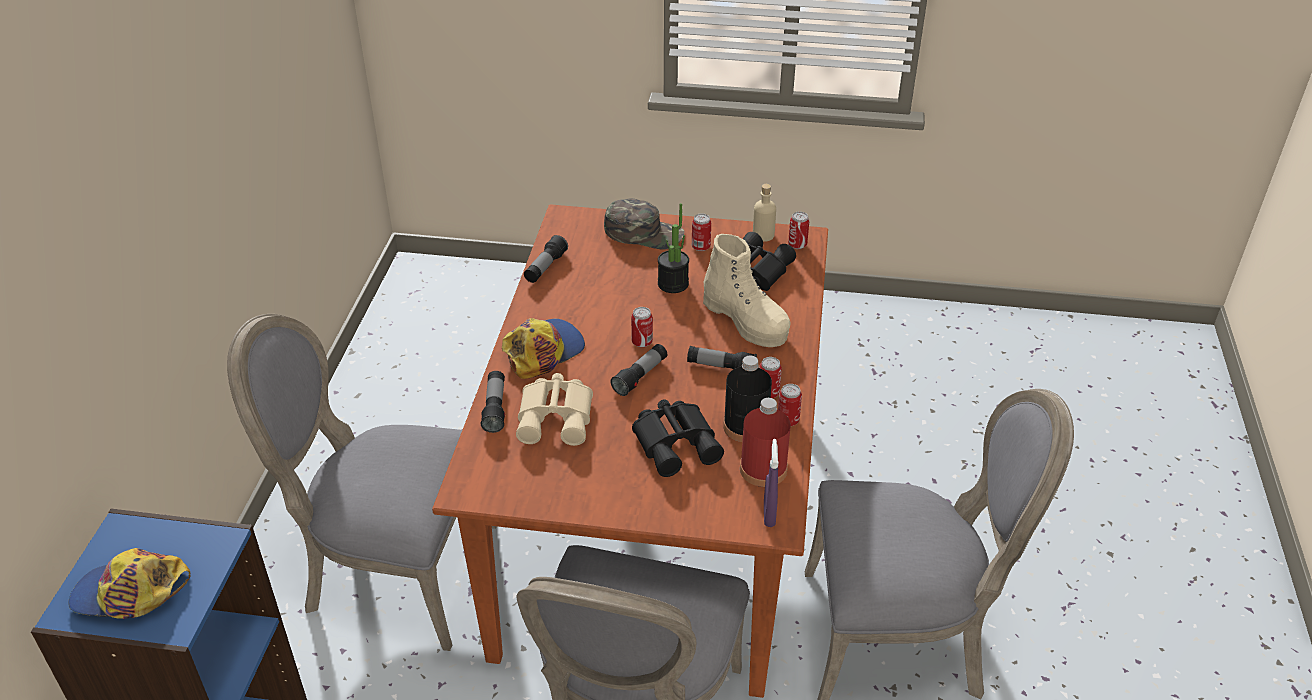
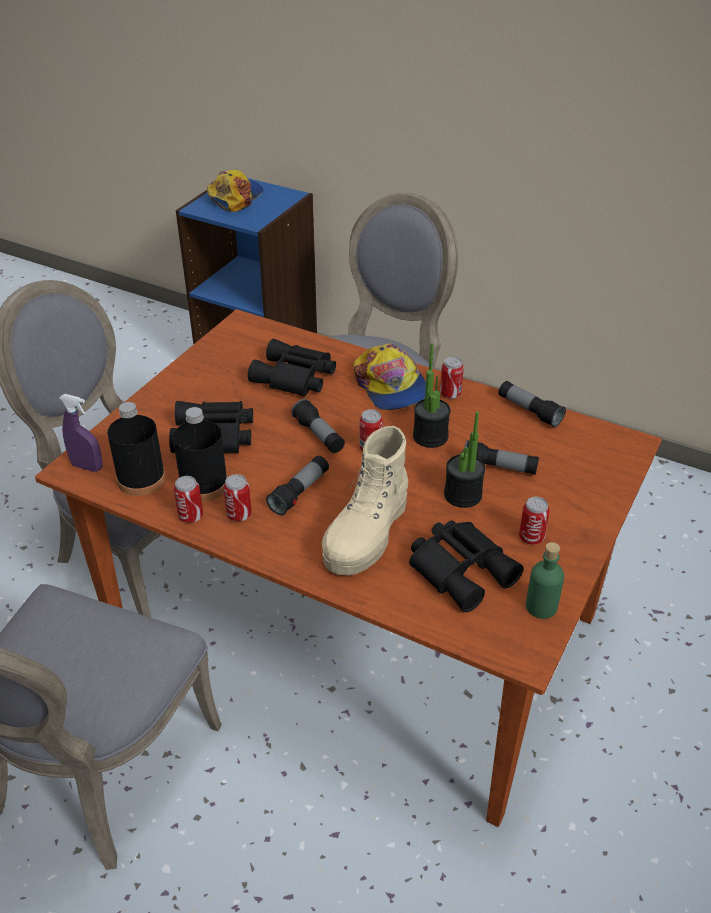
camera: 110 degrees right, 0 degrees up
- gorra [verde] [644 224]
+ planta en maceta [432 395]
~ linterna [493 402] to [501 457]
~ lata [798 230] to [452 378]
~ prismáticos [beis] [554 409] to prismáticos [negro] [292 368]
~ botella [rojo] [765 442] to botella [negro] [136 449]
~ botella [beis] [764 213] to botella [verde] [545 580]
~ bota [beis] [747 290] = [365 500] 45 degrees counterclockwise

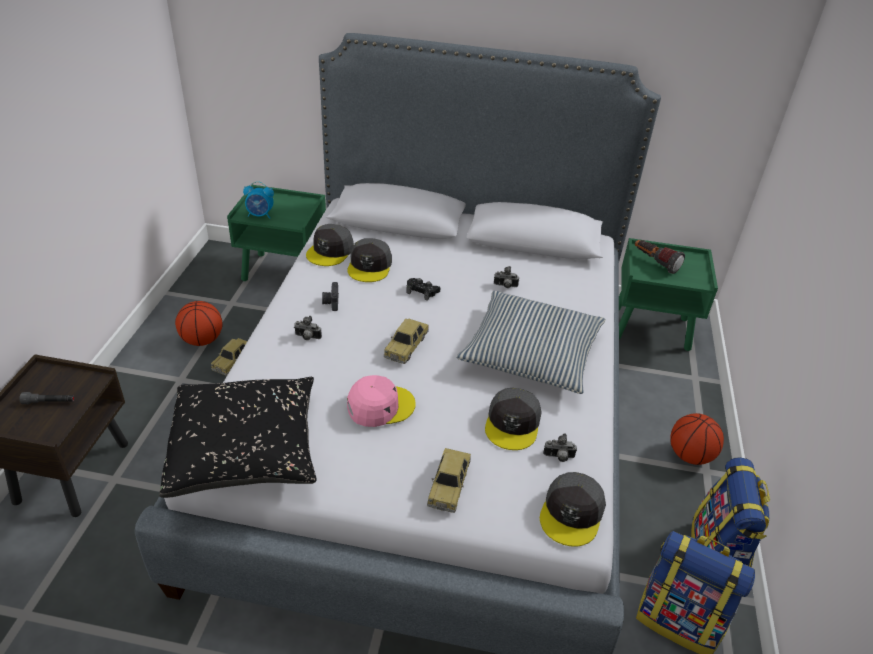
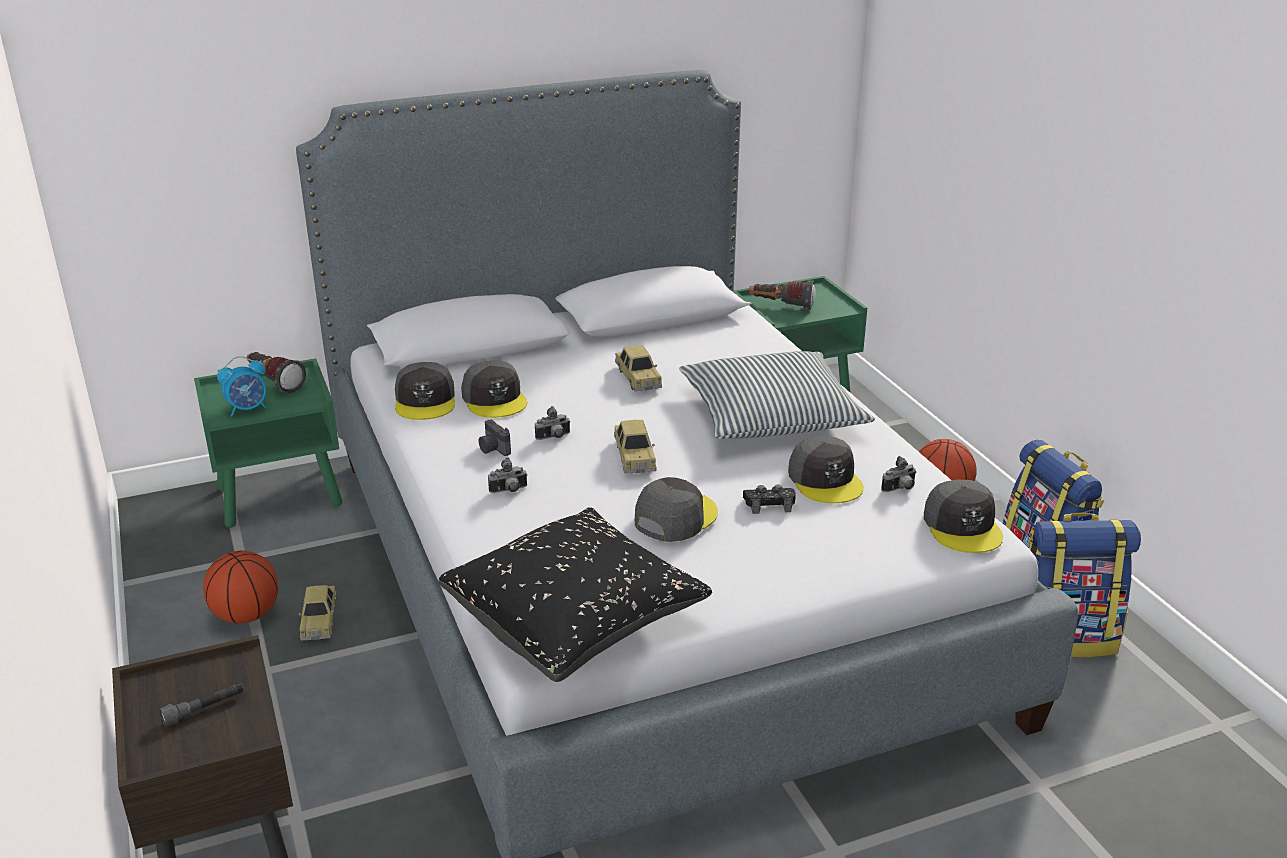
camera: 30 degrees left, 10 degrees down
+ linterna [276 372]
~ mando de consola [negro] [423 289] to [769 499]
~ coche de juguete [449 480] to [638 368]
~ cámara [506 277] to [553 423]
~ gorra [rosa] [381 401] to gorra [gris] [676 509]

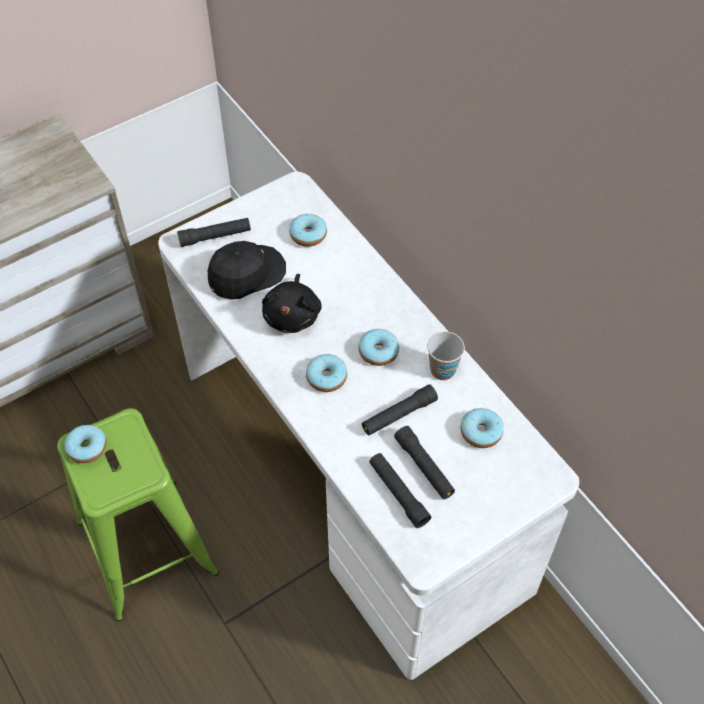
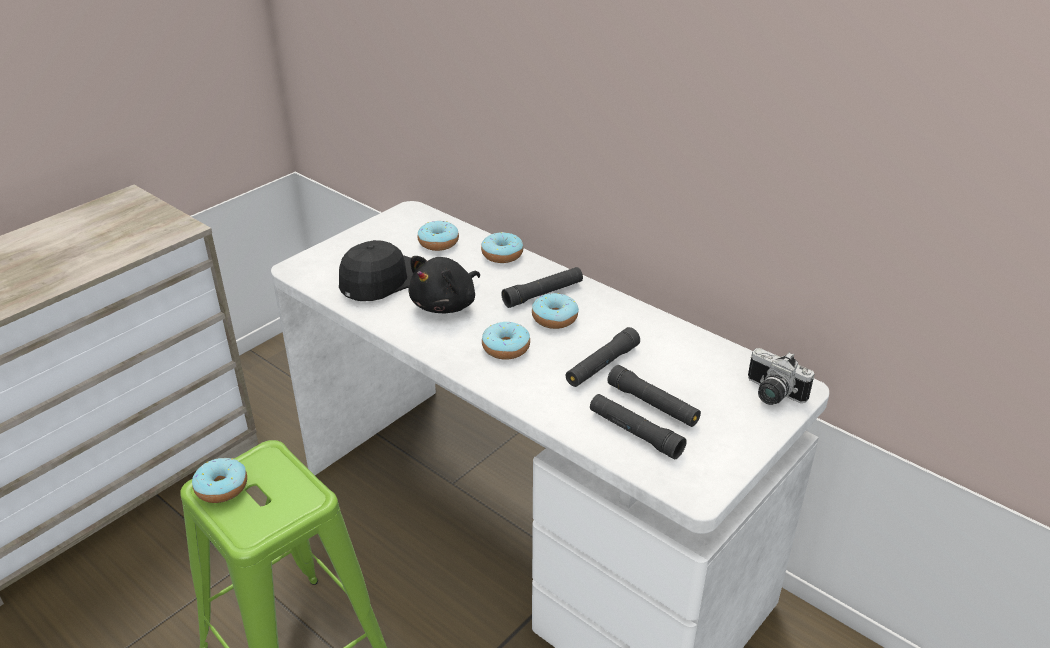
camera: 15 degrees left, 20 degrees down
- taza [446 355]
+ cámara [781 376]
~ linterna [negro] [214 232] to [542 287]
~ rosquilla [482 428] to [502 247]
~ peluche [negro] [292 303] = [444 284] 45 degrees clockwise

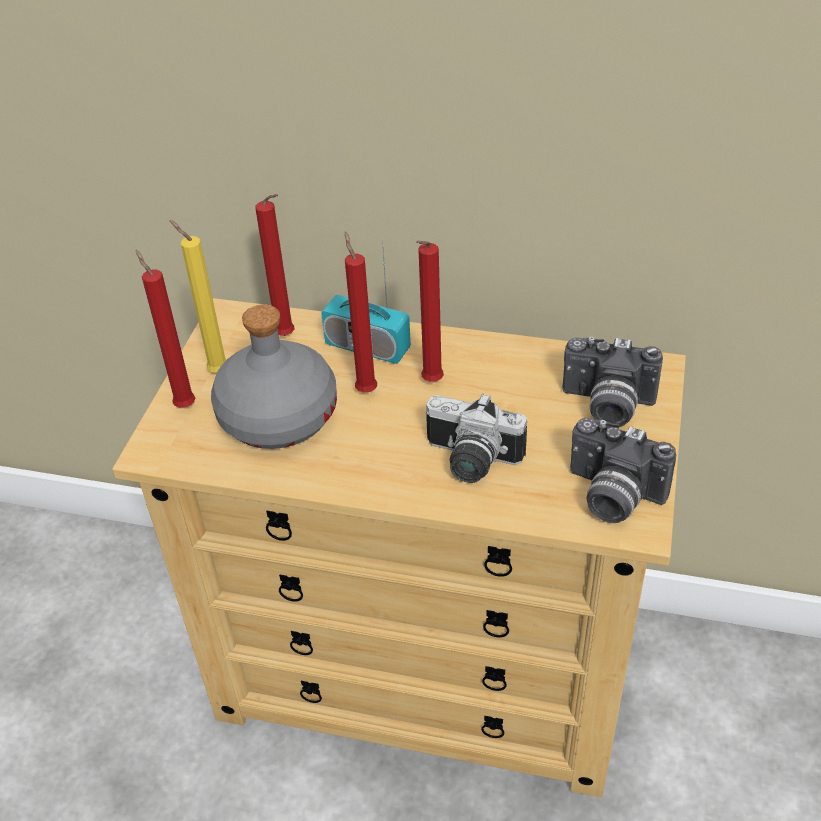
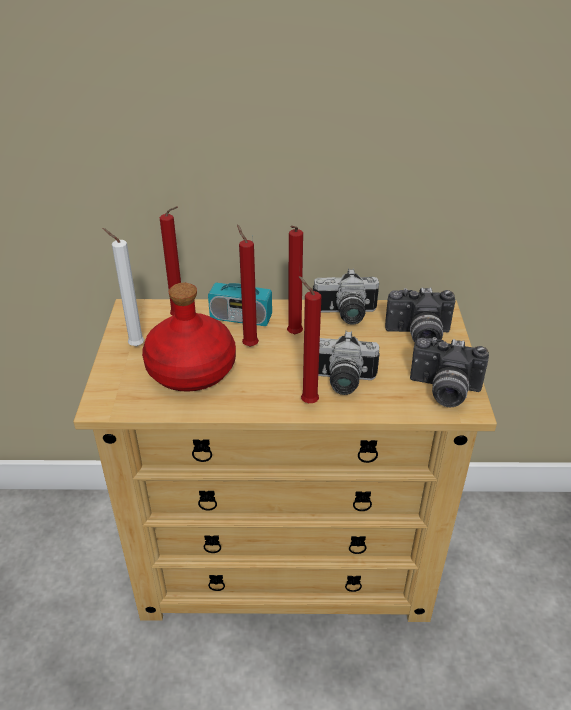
camera: 15 degrees left, 5 degrees down
+ cámara [346 296]
~ vela [rojo] [166 329] to [310 339]
~ vela [amarillo] [198 296] to vela [blanco] [123 287]
~ botella [gris] [274 377] to botella [rojo] [189 337]

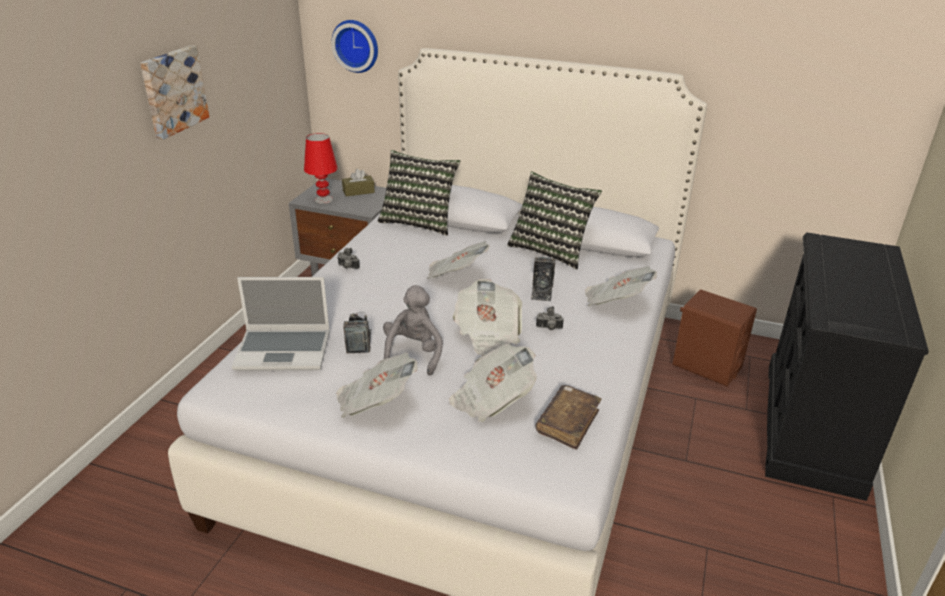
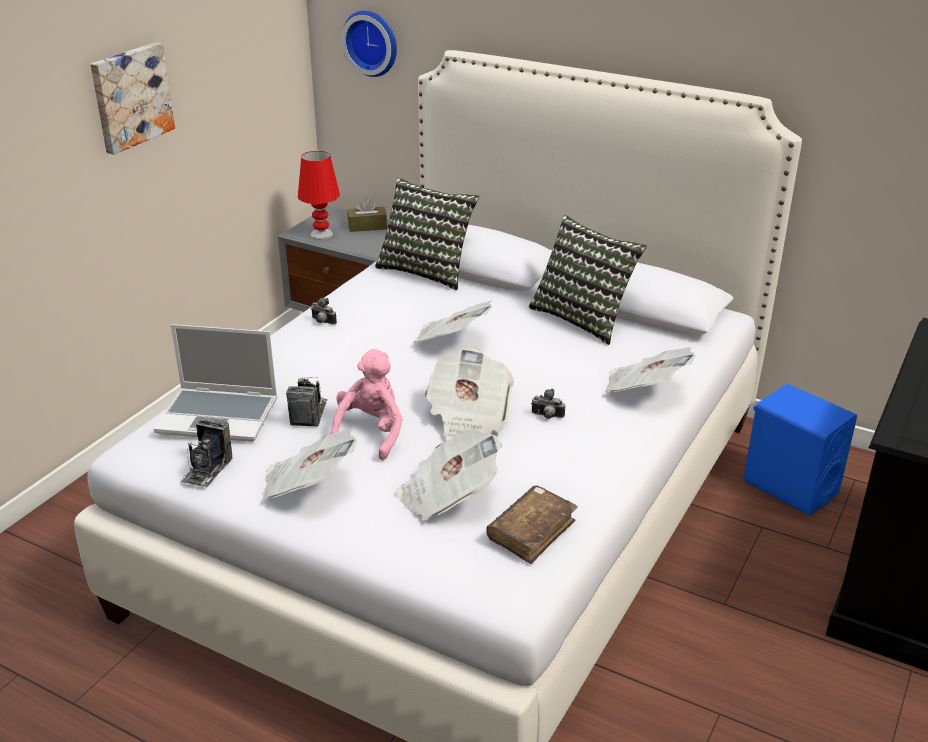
camera: 10 degrees right, 0 degrees up
~ cámara [543 279] to [206 452]
~ peluche [gris] [413 330] to peluche [rosa] [366 404]
~ altavoz [marrón] [715 337] to altavoz [azul] [800 450]

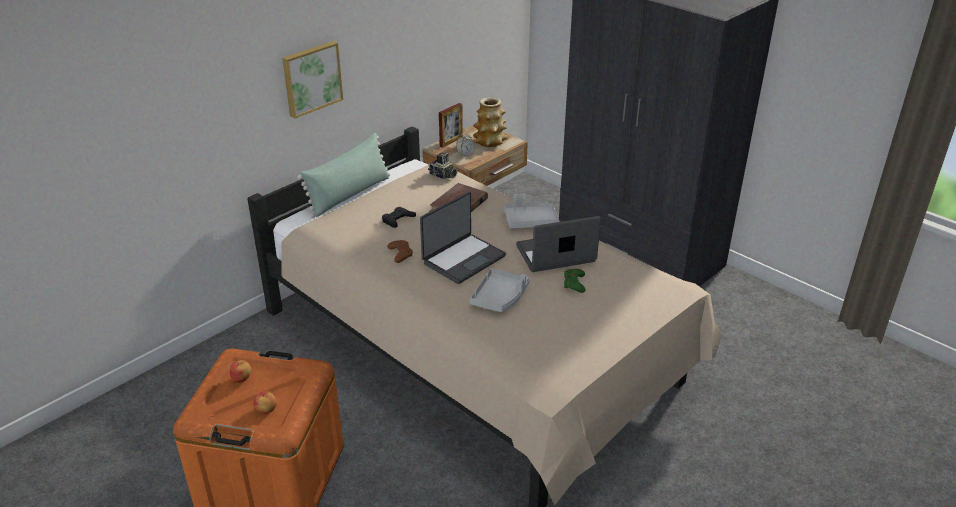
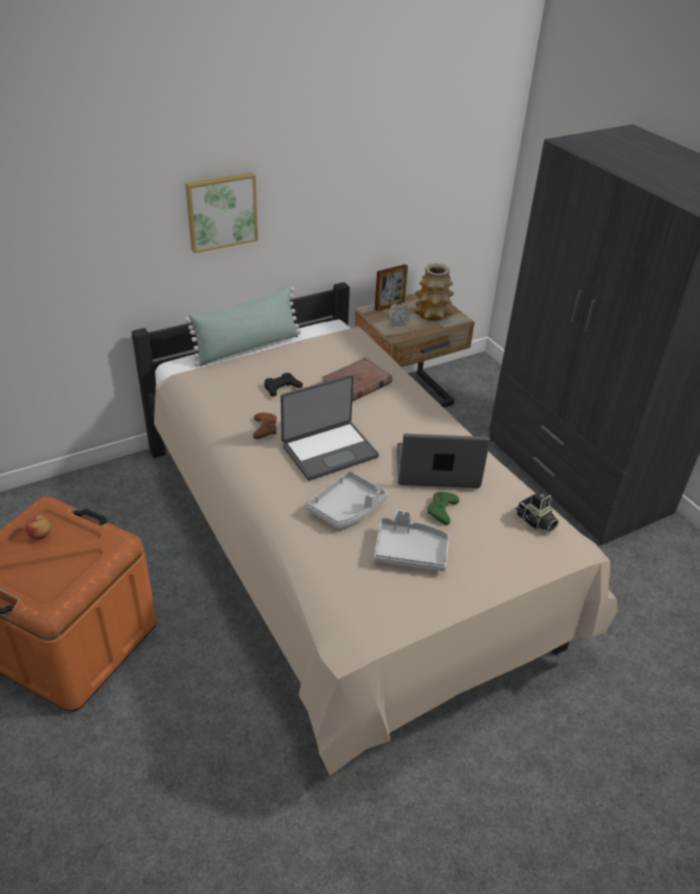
camera: 15 degrees right, 5 degrees up
- manzana [265 402]
~ cámara [442 166] to [537 511]
~ bandeja [gris] [531 211] to [411 540]

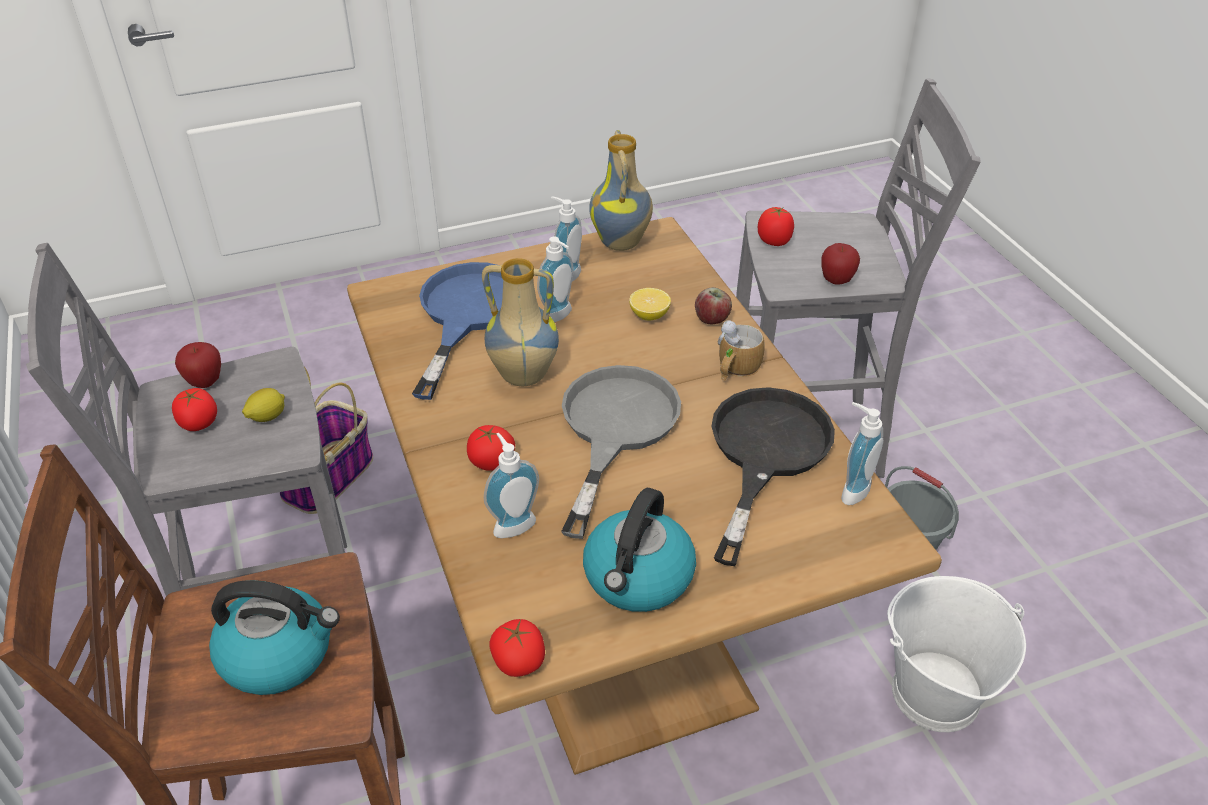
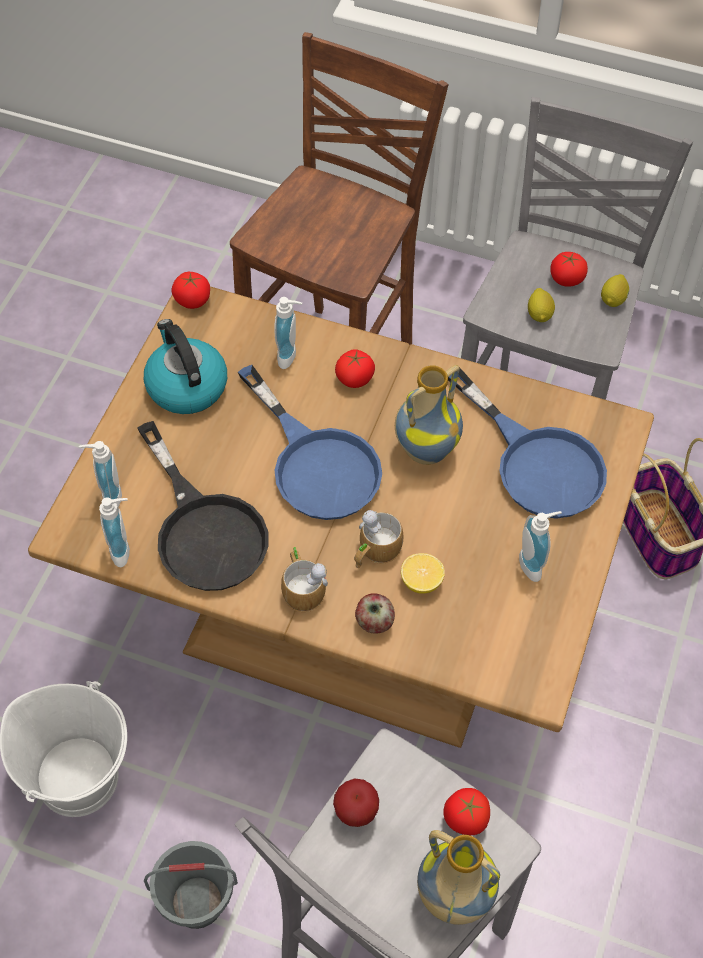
camera: 130 degrees right, 15 degrees up
- hervidor [274 637]
+ taza grande [378 539]
~ dispensador de jabón [555 279] to [100 474]
~ florero [621 190] to [458 877]
~ manzana [198 365] to limón [615 290]
~ sartén [gris] [621 452] to sartén [azul] [310 442]

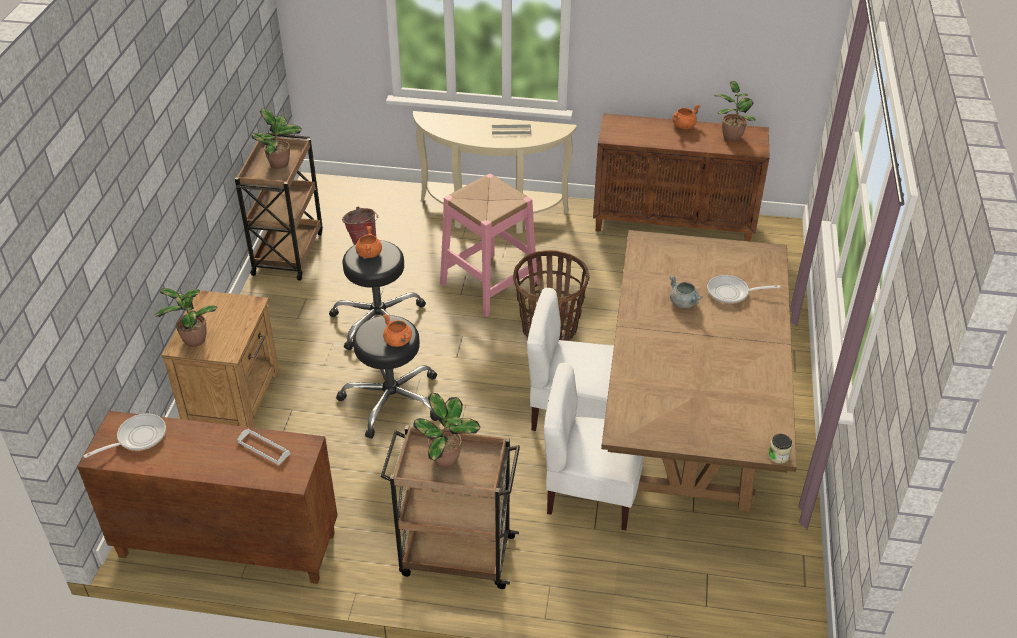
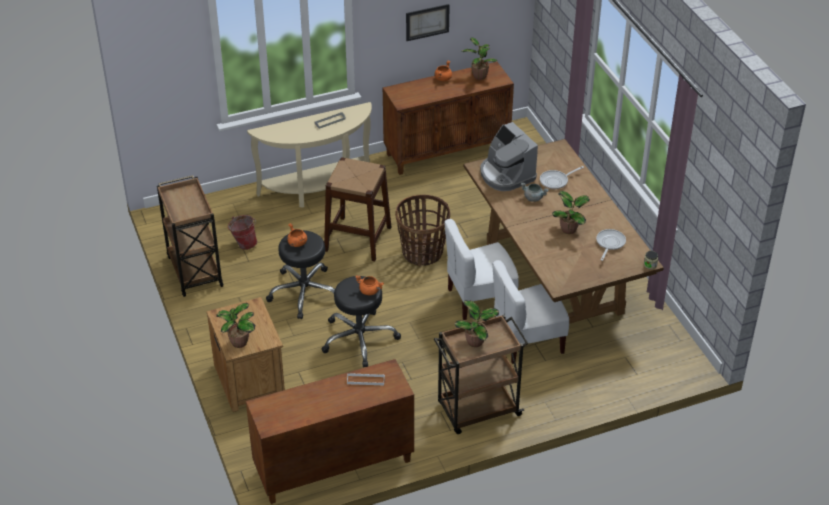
camera: 30 degrees left, 0 degrees up
+ cuadro [428 22]
+ cafetera [509 156]
~ sartén [124 436] to [611 245]
~ planta en maceta [277 138] to [571 212]
~ taburete [rosa] [489 245] to taburete [marrón] [357 209]

